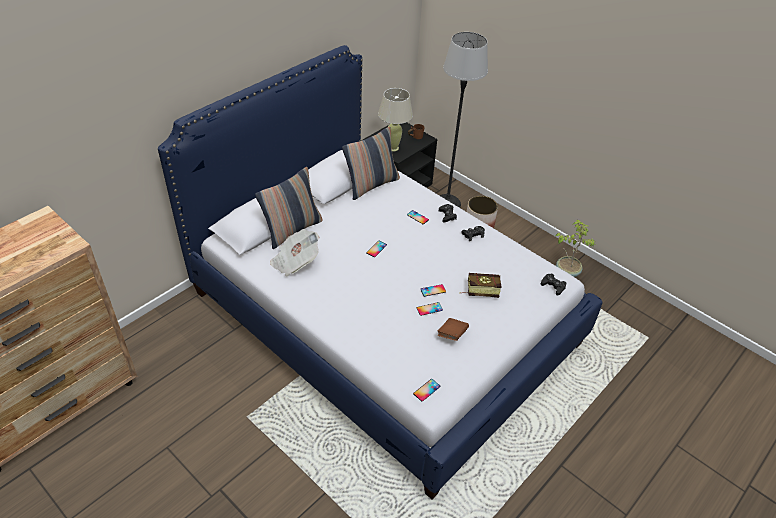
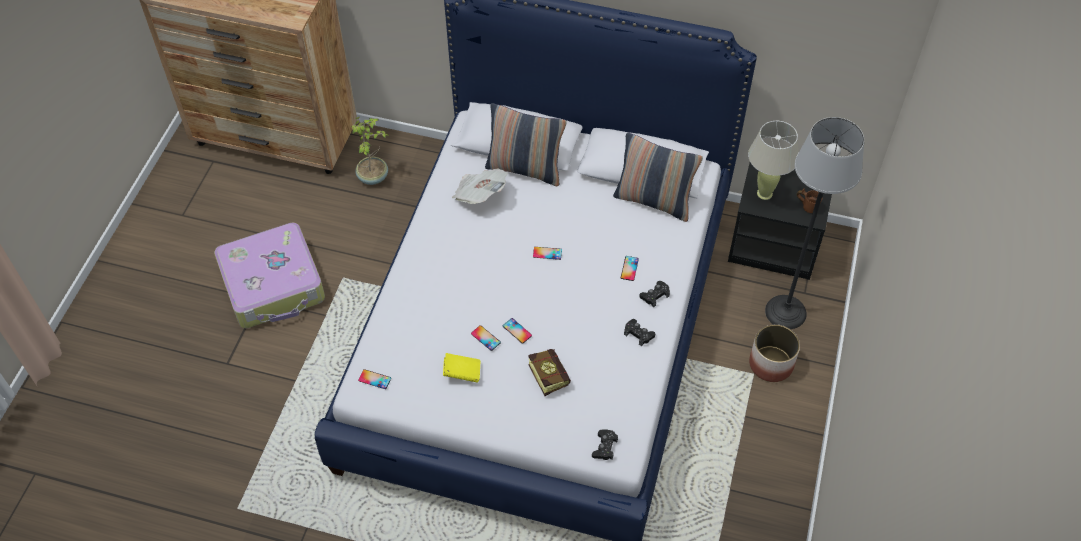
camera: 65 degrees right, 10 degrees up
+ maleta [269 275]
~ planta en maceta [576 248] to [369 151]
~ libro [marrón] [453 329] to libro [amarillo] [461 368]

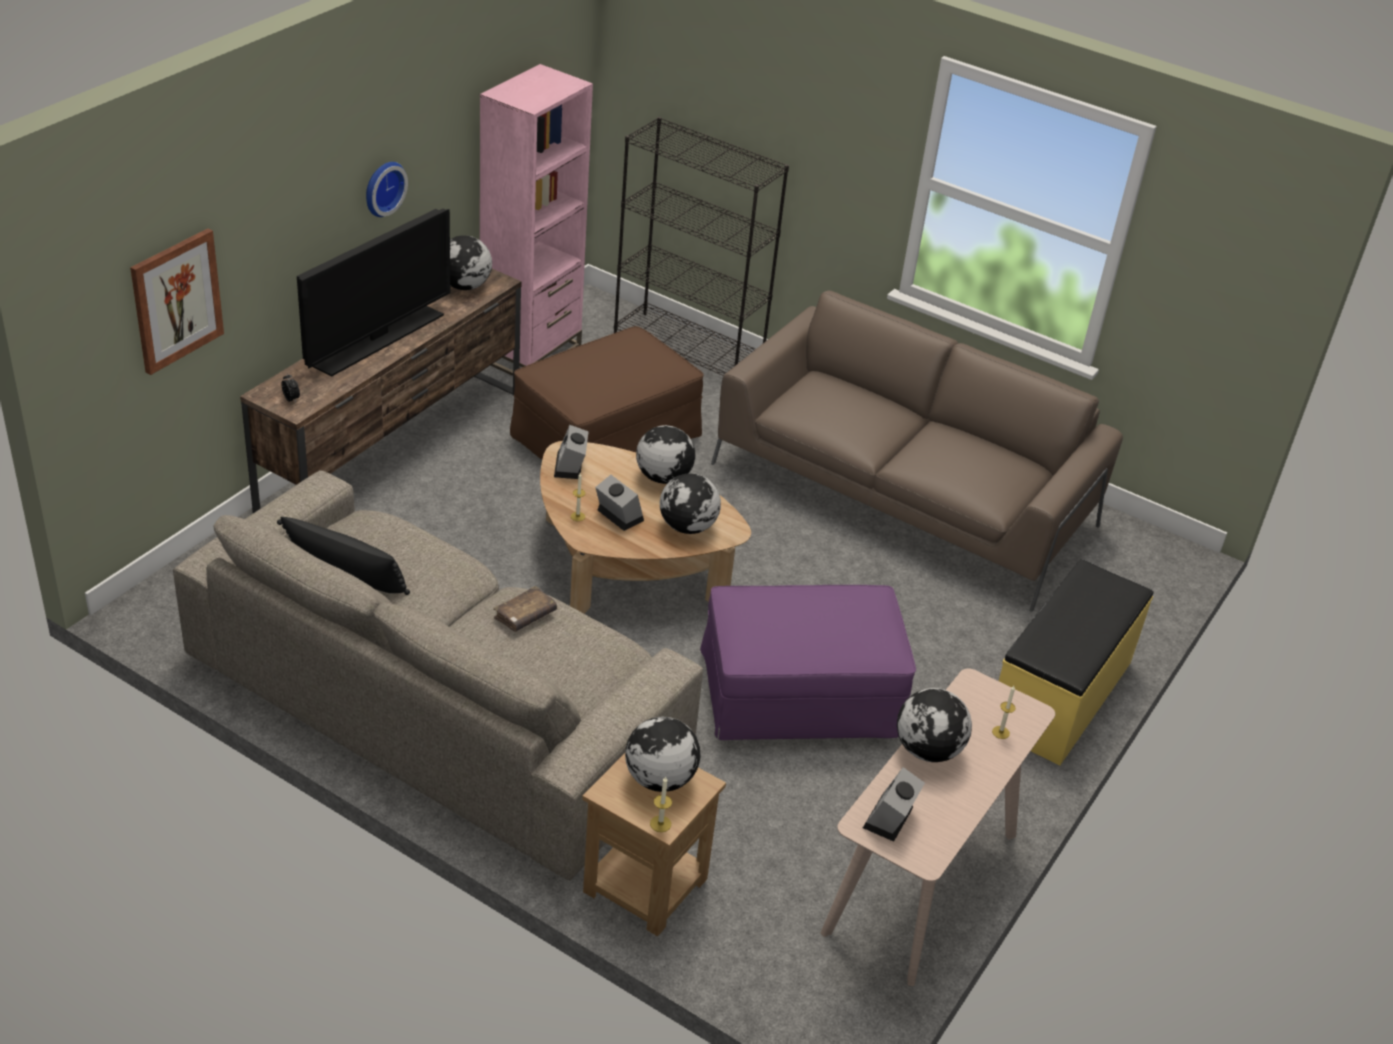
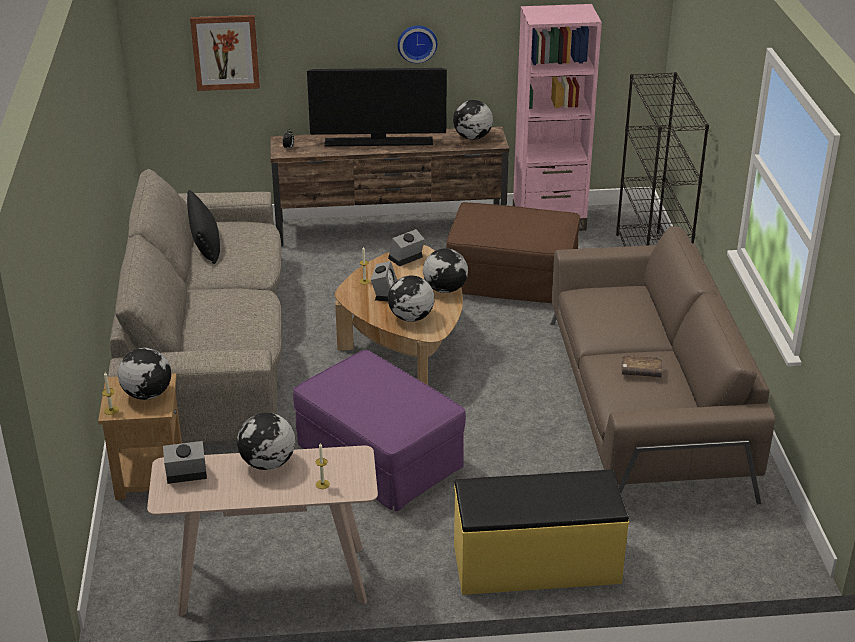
camera: 55 degrees right, 5 degrees down
~ libro [marrón] [525 609] to [642 366]

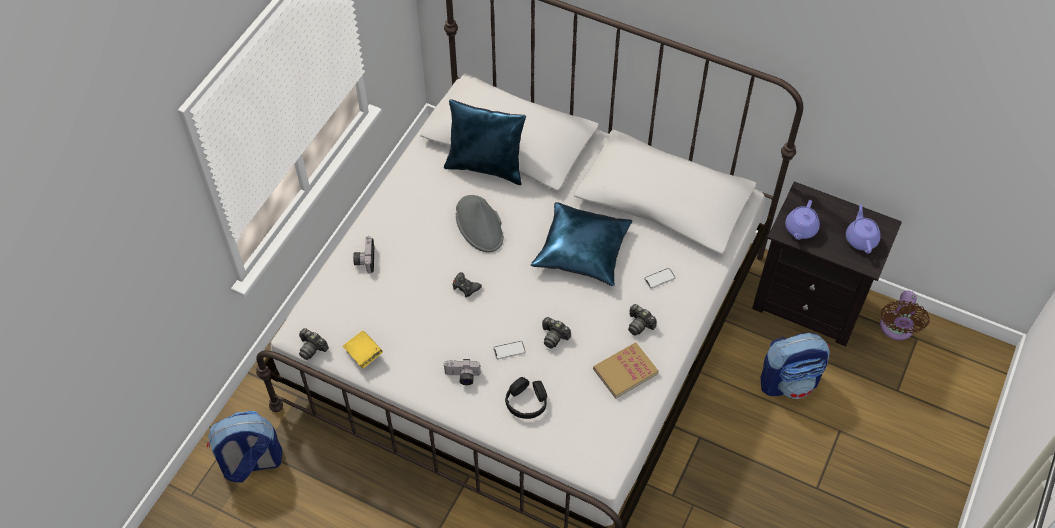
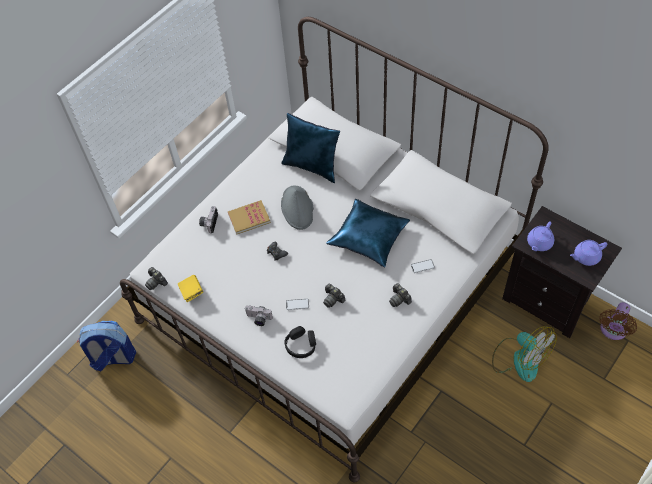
camera: 15 degrees right, 0 degrees up
~ libro [626 370] to [249 217]
~ mochila [795 366] to ventilador [524 354]
~ tetera [morado] [863 229] = [589 253] 120 degrees counterclockwise

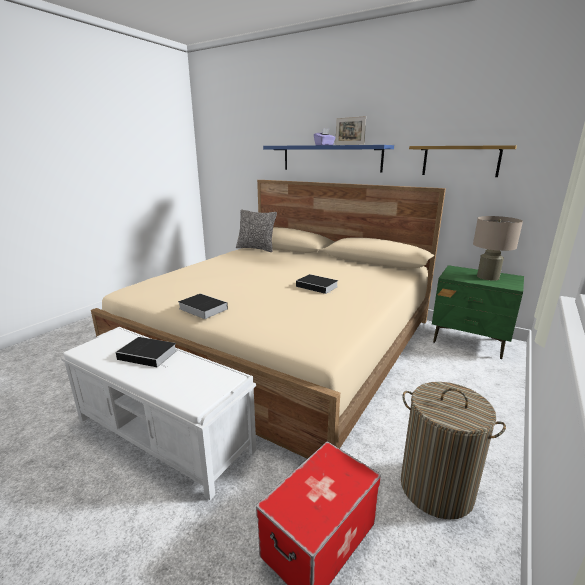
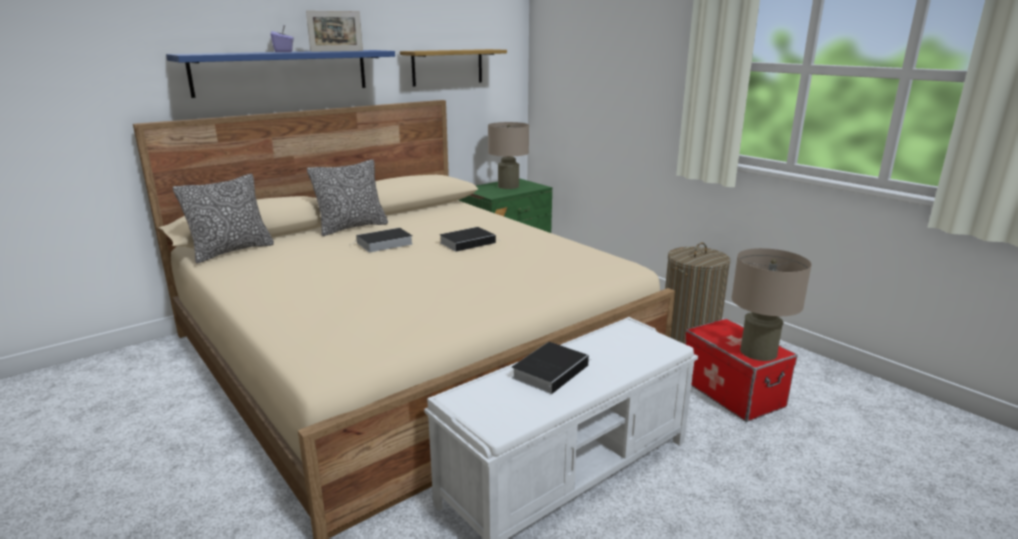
camera: 70 degrees left, 0 degrees up
+ cojín [347 197]
+ lámpara de mesa [beis] [772 304]
~ libro [203 306] to [381 240]

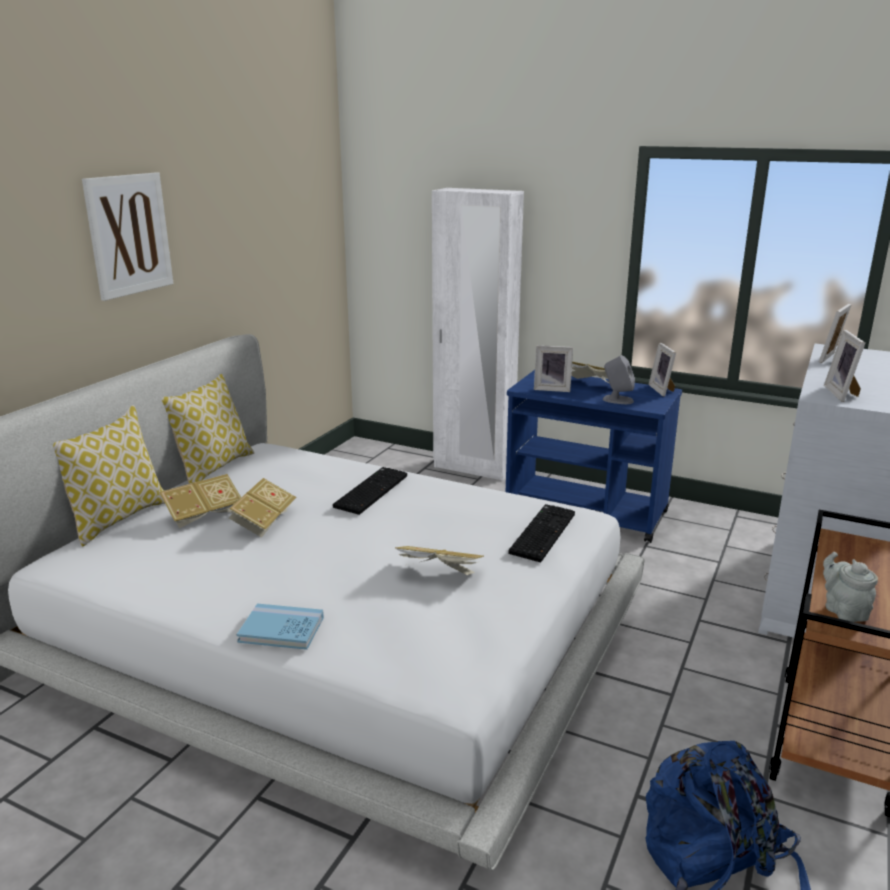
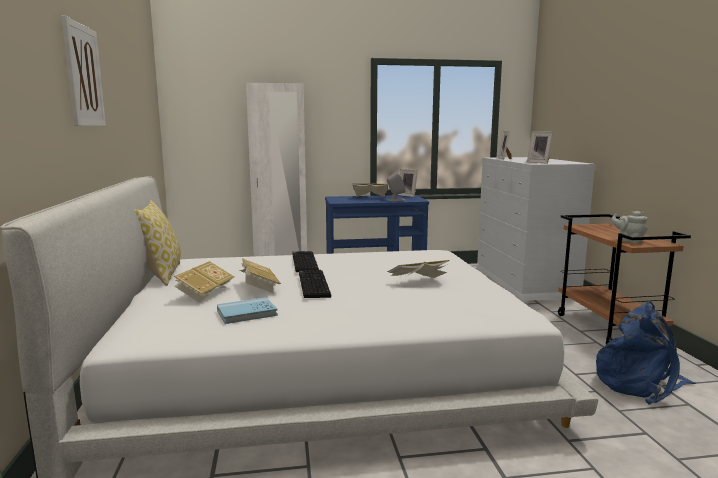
camera: 35 degrees left, 10 degrees down
- cojín [109 475]
- portarretratos [553 368]
~ libro [azul] [280 627] to [247 310]
~ teclado [541 533] to [315 284]

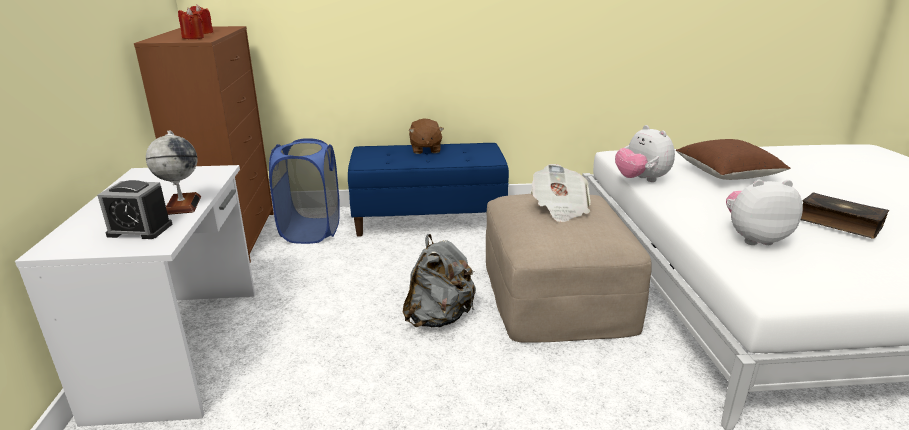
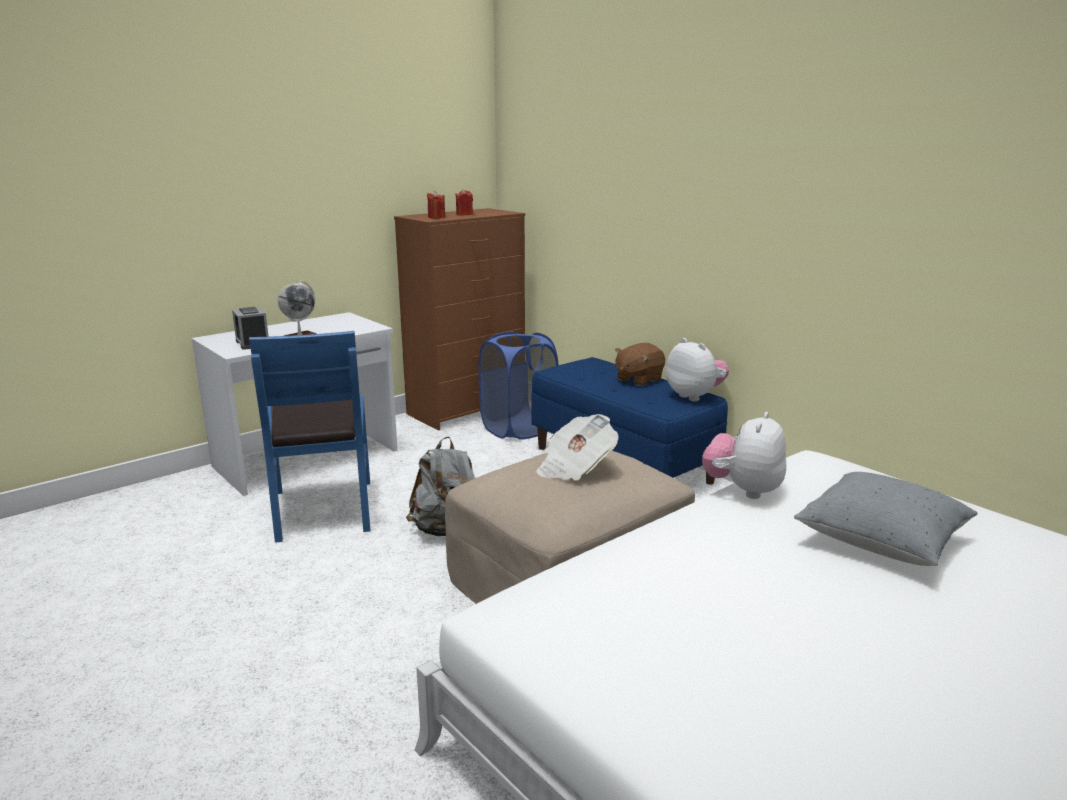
camera: 55 degrees right, 5 degrees down
- libro [845 215]
+ silla [azul] [310 437]
~ peluche [764 212] to [697 369]
~ cojín [marrón] [733 159] to cojín [gris] [886 519]

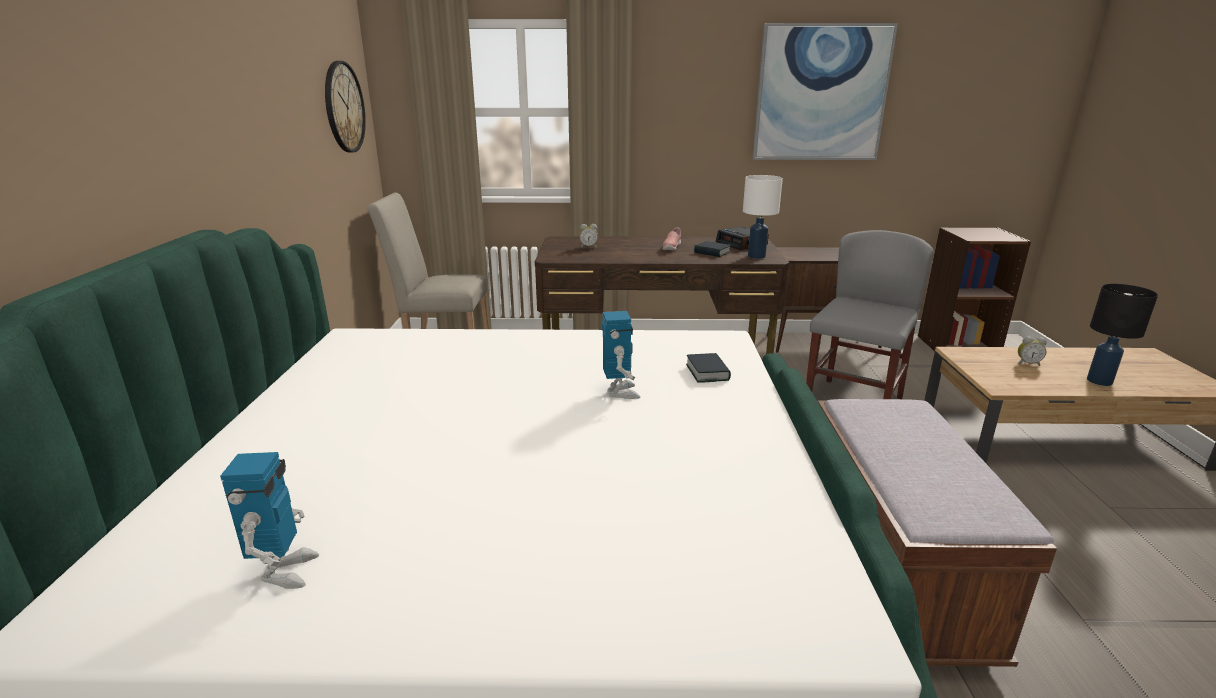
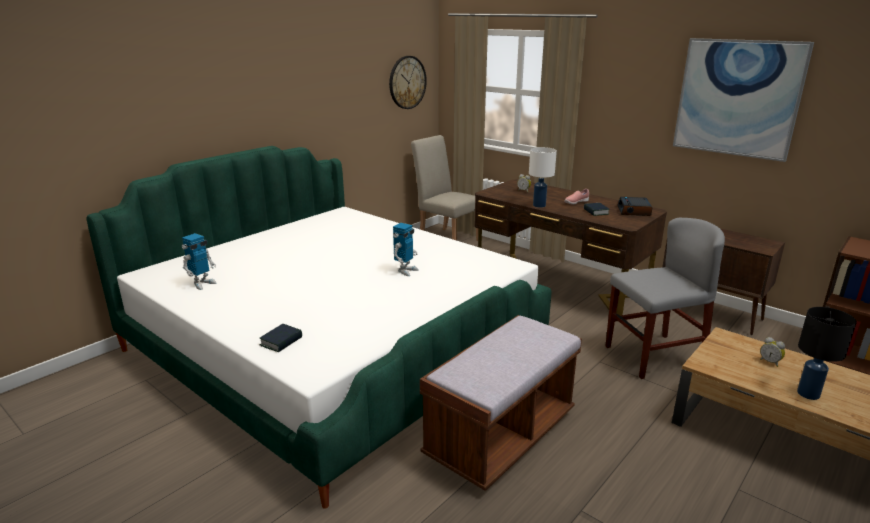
camera: 40 degrees right, 0 degrees up
~ libro [708 368] to [281 338]
~ lámpara de mesa [blanco] [763 217] to [543 177]

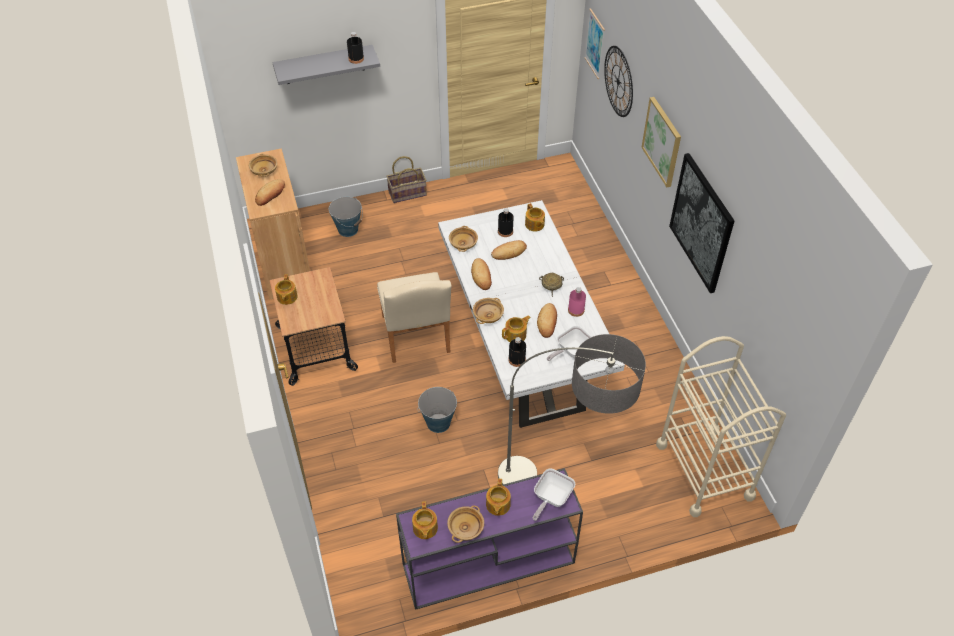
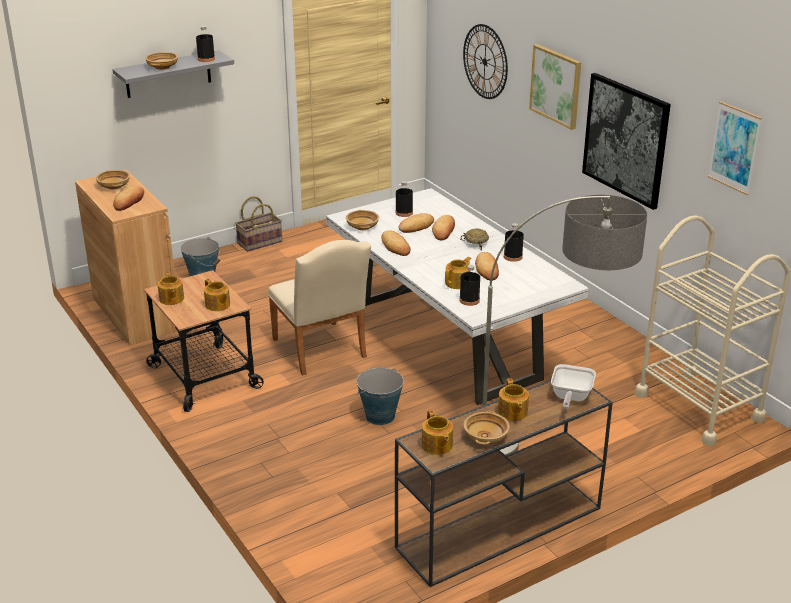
camera: 15 degrees left, 20 degrees down
- sartén [569 343]
+ pan [443 227]
~ cuenco [beis] [488 311] to [161 61]
~ tetera [535 217] to [217 295]
~ cuadro [594 43] to [735 148]
~ mesa consola [morado] [489 539] to mesa consola [marrón] [504 483]
~ botella [rosa] [577 302] to botella [negro] [514 242]

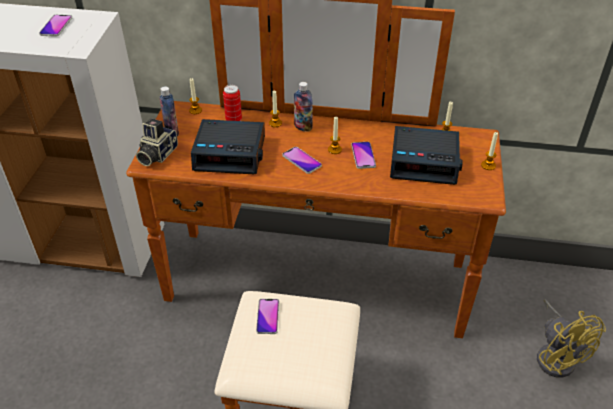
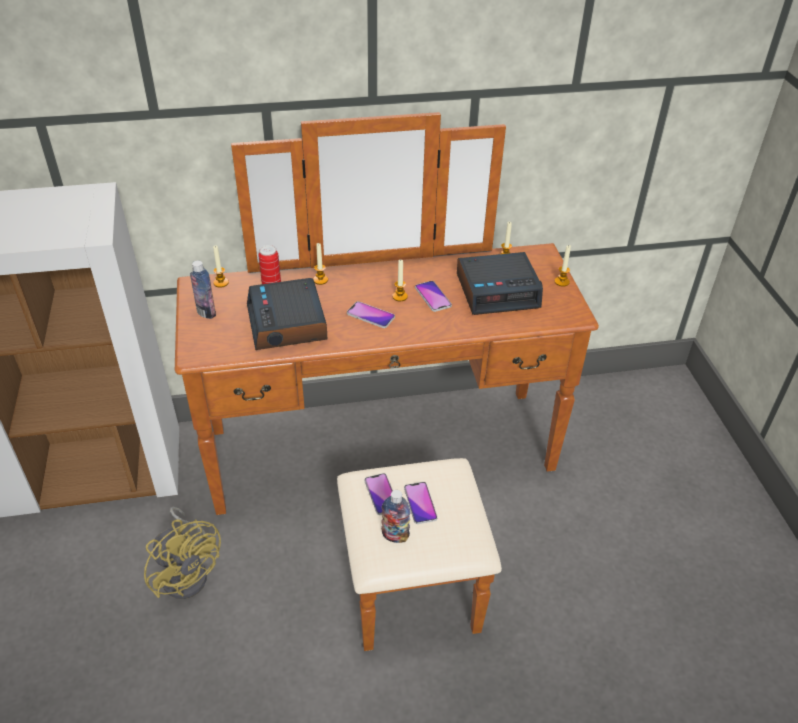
camera: 20 degrees left, 0 degrees up
- cámara [157 142]
~ móvil [55 26] to [420 503]
~ botella [303 107] to [395 516]
~ ventilador [amarillo] [571 338] to [182 553]
~ despertador [228 146] = [287 314] 90 degrees clockwise

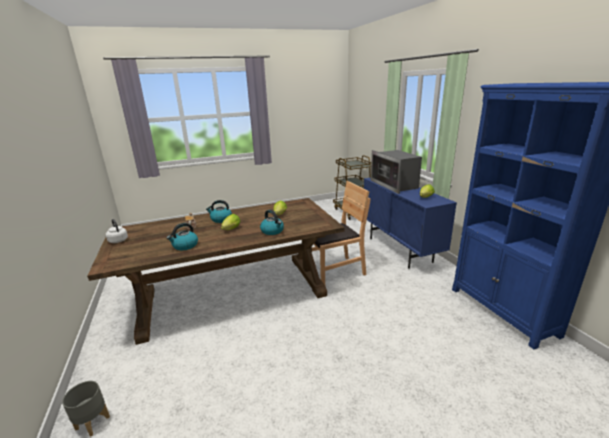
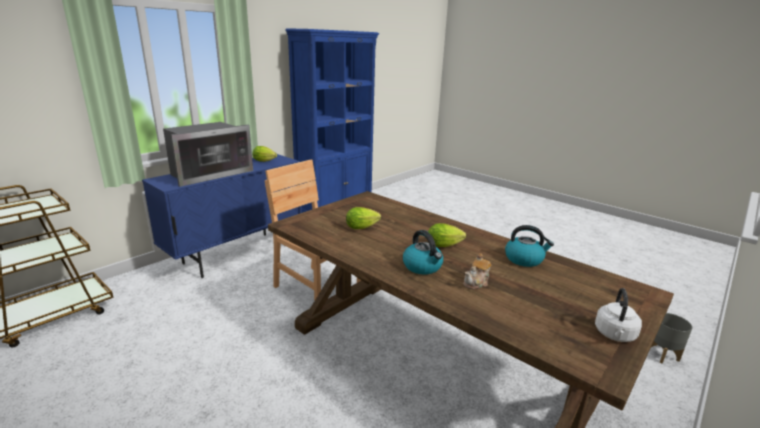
camera: 120 degrees left, 0 degrees up
- hervidor [272 222]

